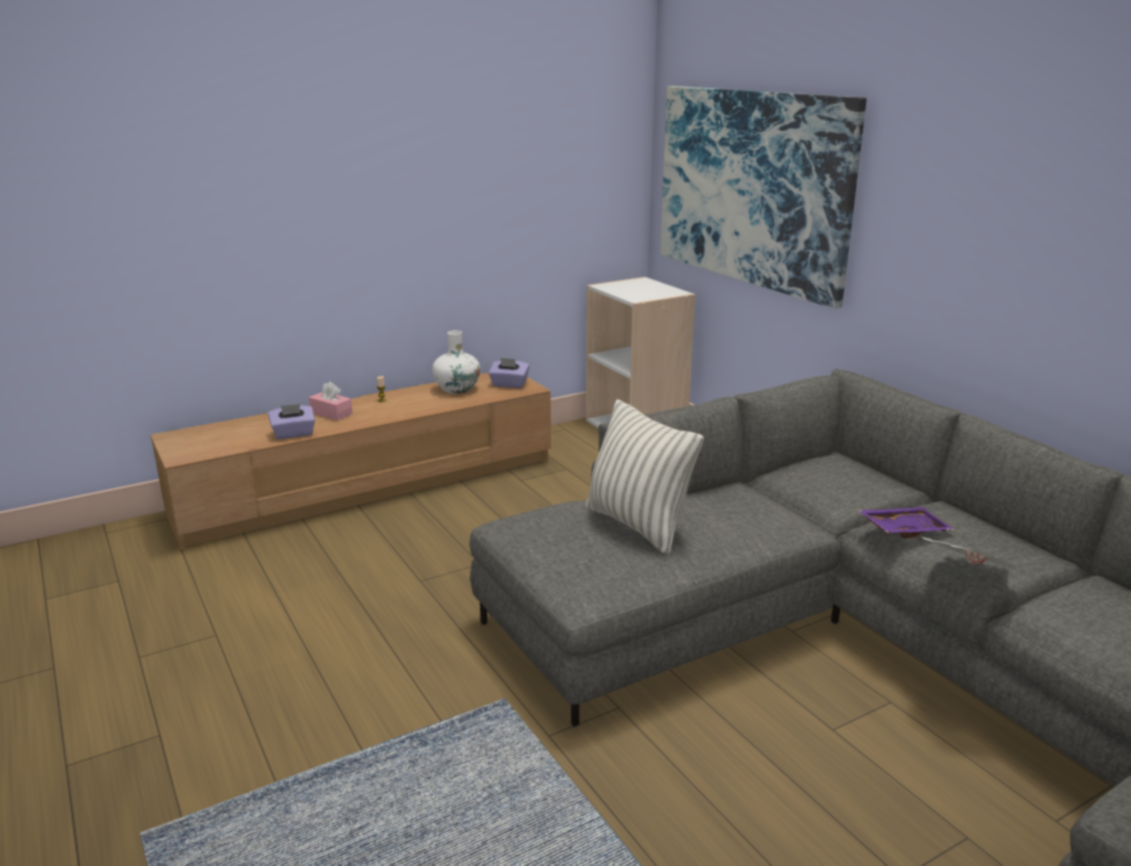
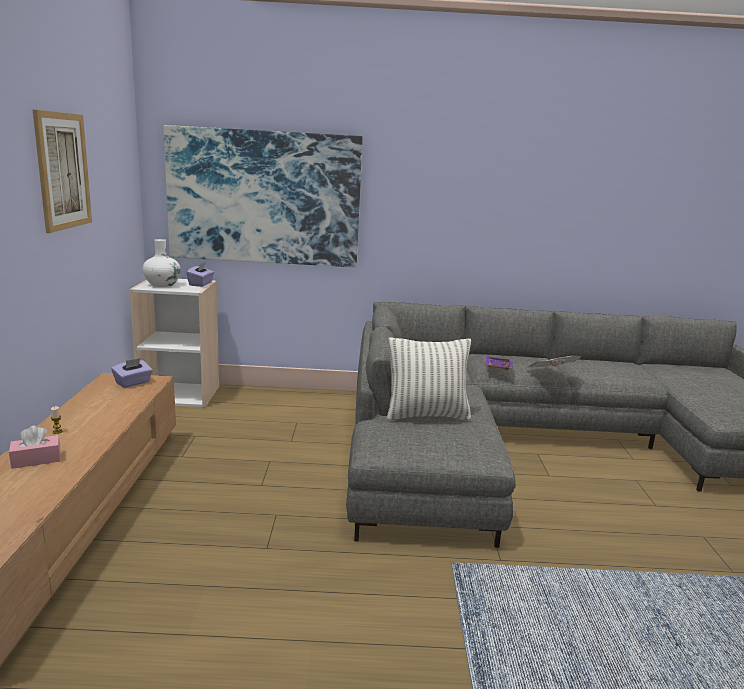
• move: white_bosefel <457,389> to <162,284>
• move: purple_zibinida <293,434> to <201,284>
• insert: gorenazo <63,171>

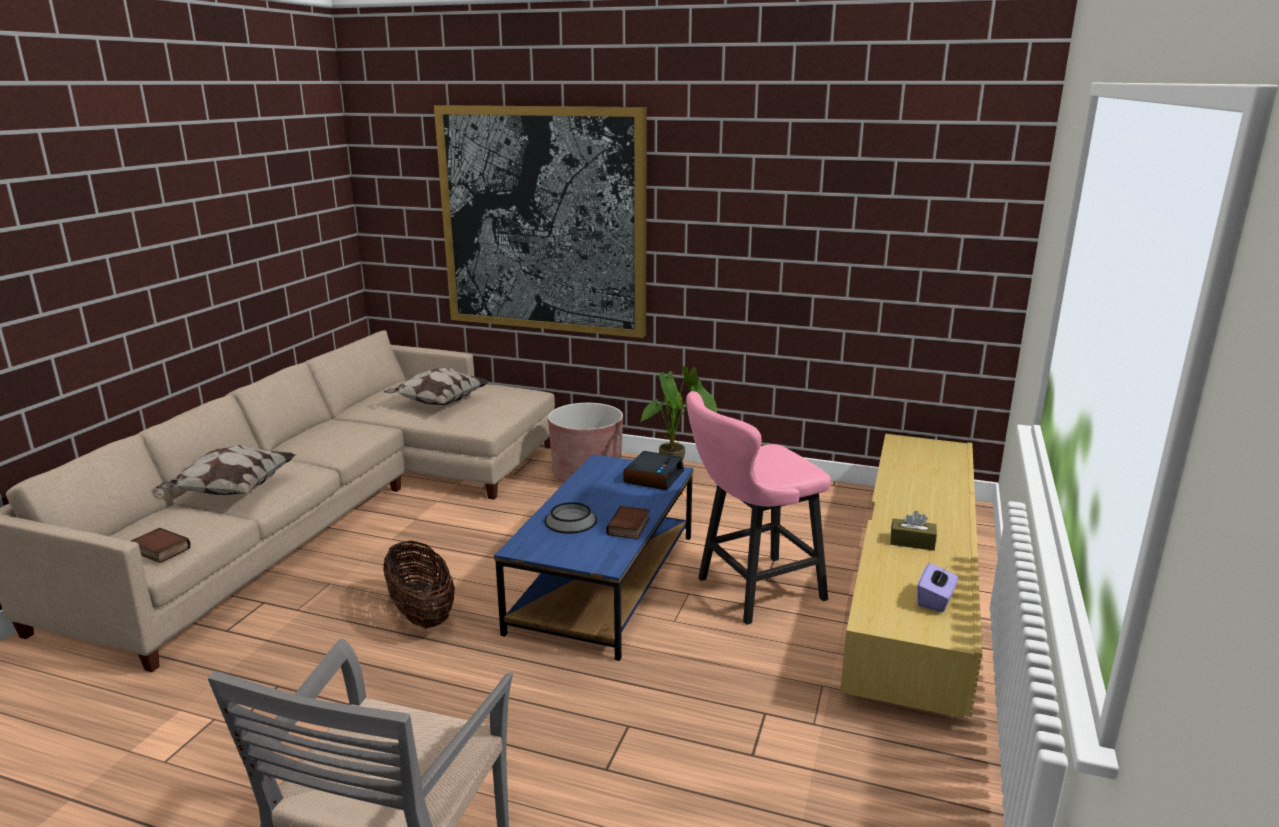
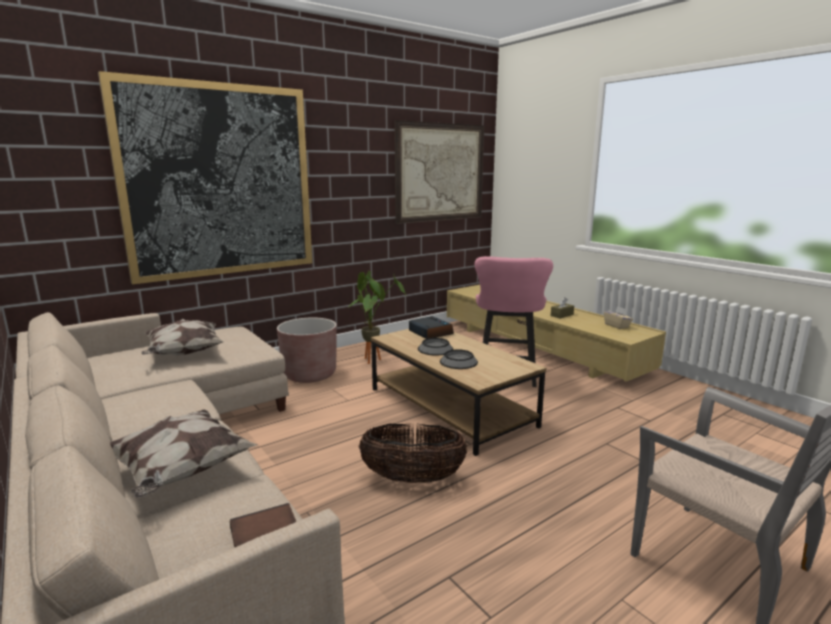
• recolor: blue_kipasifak <604,581> to brown_kipasifak <449,407>
• delete: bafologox <629,527>
• recolor: purple_zibinida <935,600> to beige_zibinida <617,326>
• insert: gorenazo <440,173>
• insert: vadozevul <435,349>

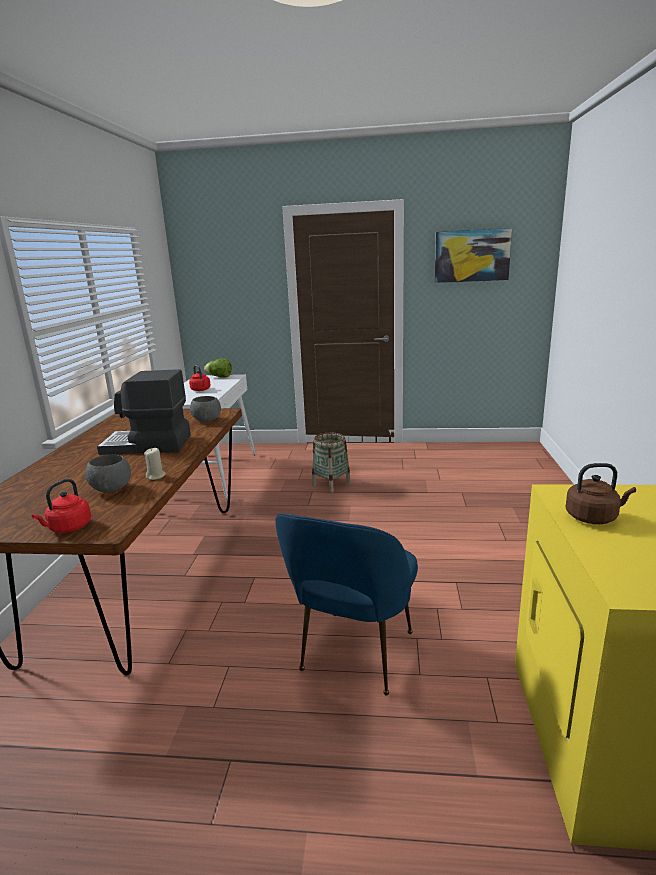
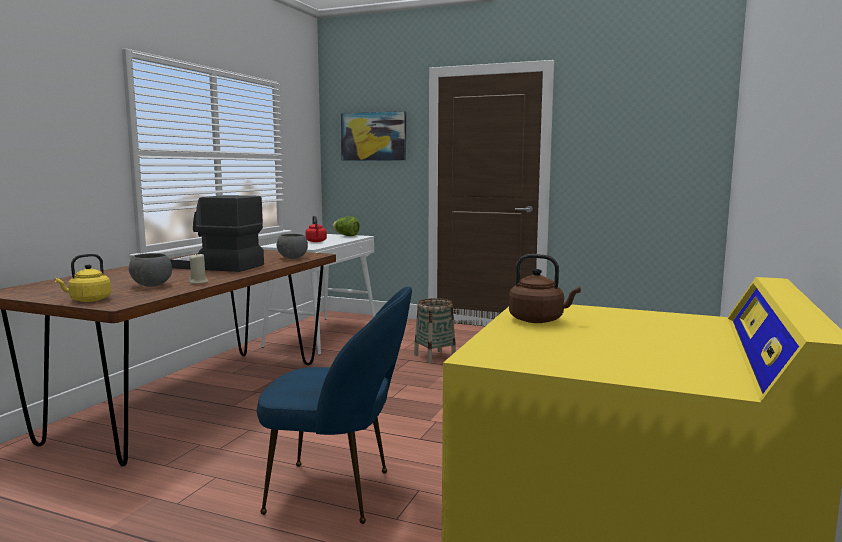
• move: gorenazo <471,256> to <373,136>
• recolor: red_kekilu <68,528> to yellow_kekilu <88,300>
• rotate: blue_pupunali <353,658> = <339,493> 120 degrees counterclockwise

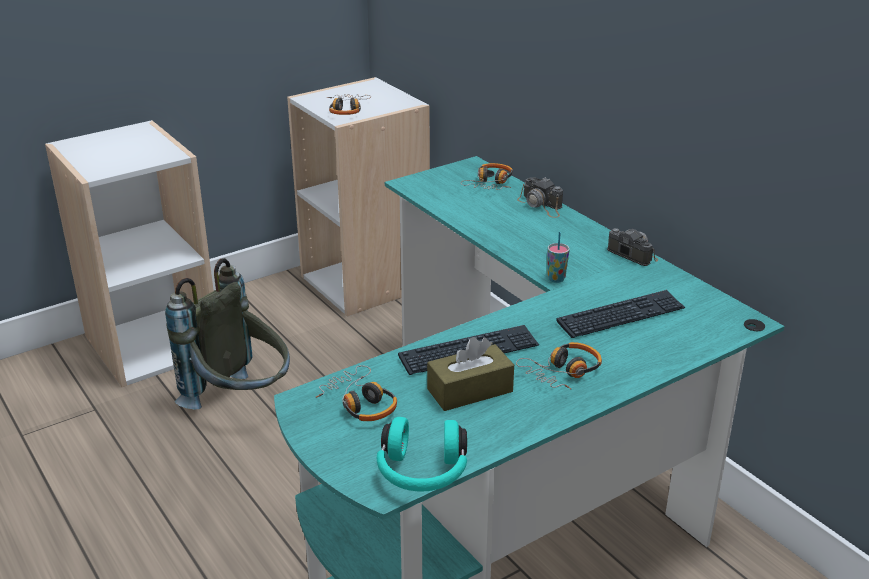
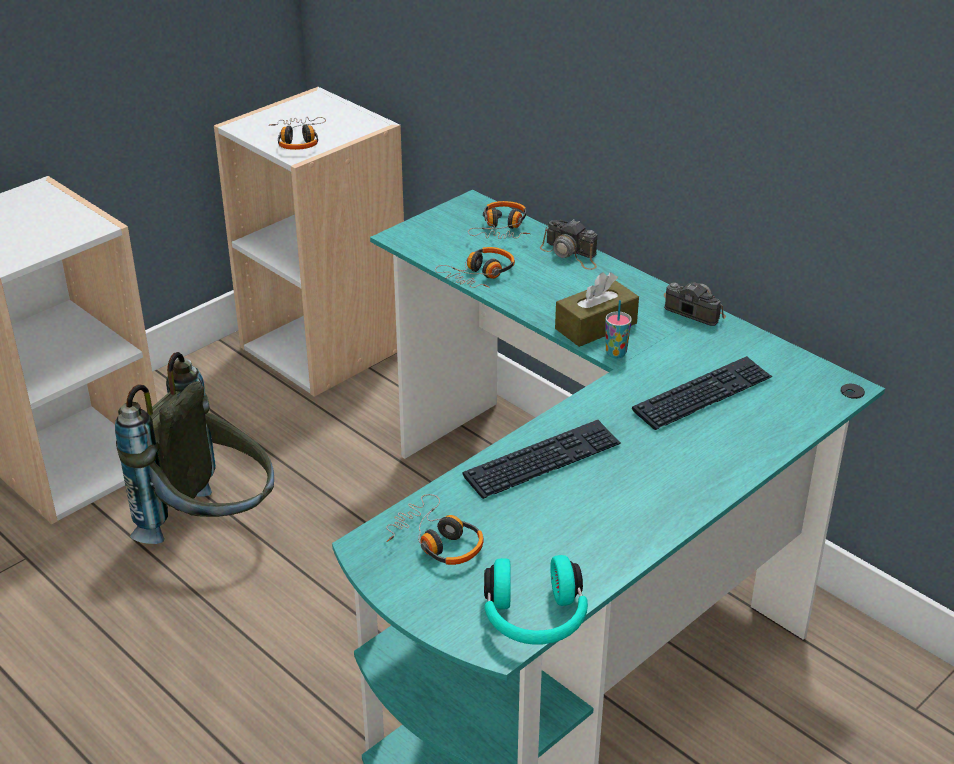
• move: brown_zibinida <470,390> to <596,326>
• move: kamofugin <563,372> to <480,275>

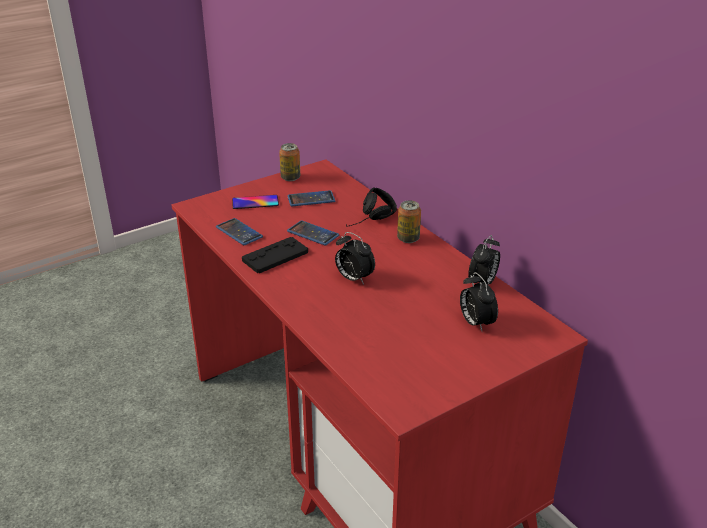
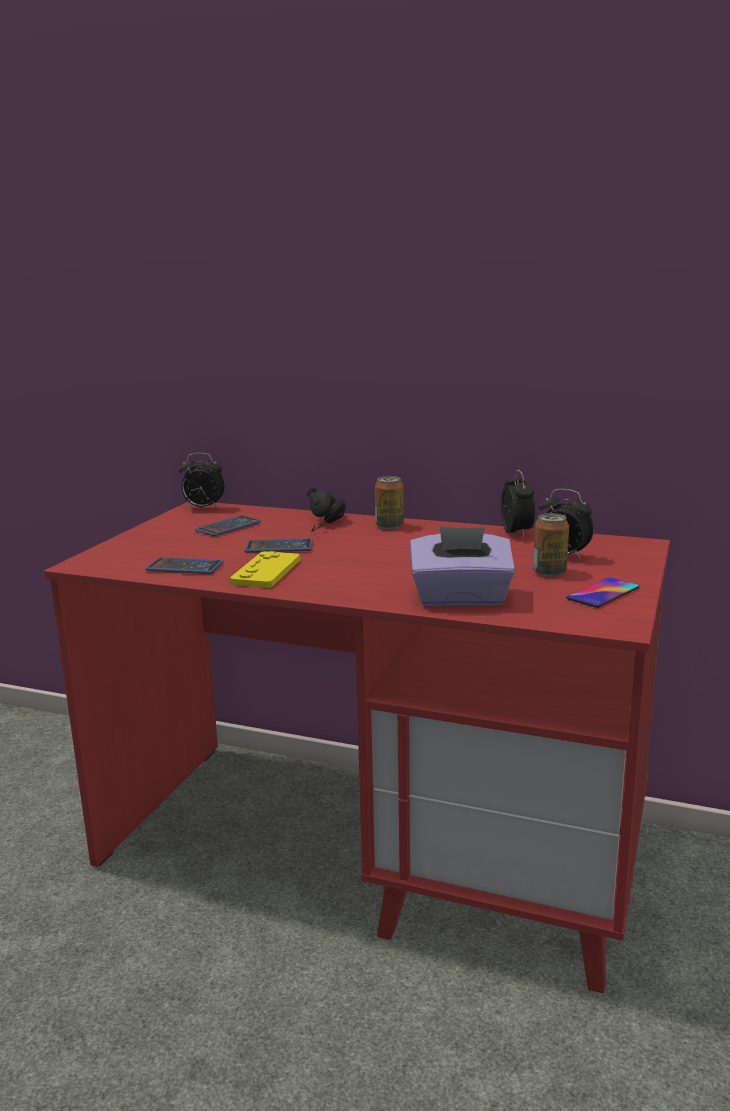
• move: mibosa <290,178> to <549,572>
• move: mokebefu <255,202> to <603,593>
• move: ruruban <353,278> to <203,508>
• recolor: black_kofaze <275,256> to yellow_kofaze <266,571>
• insert: purple_zibinida <461,598>

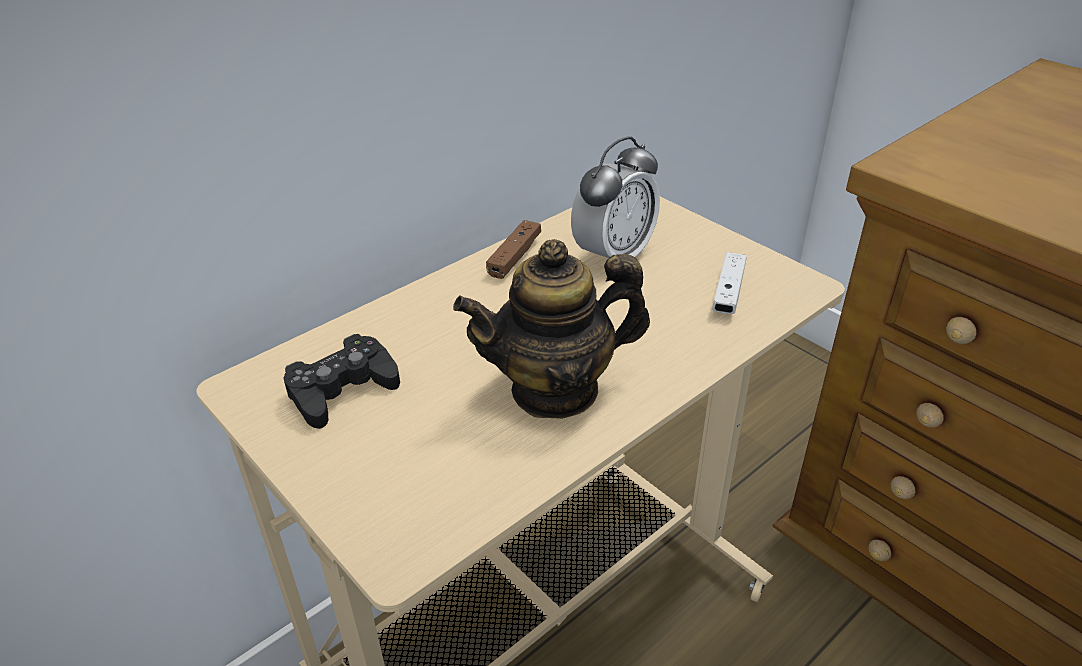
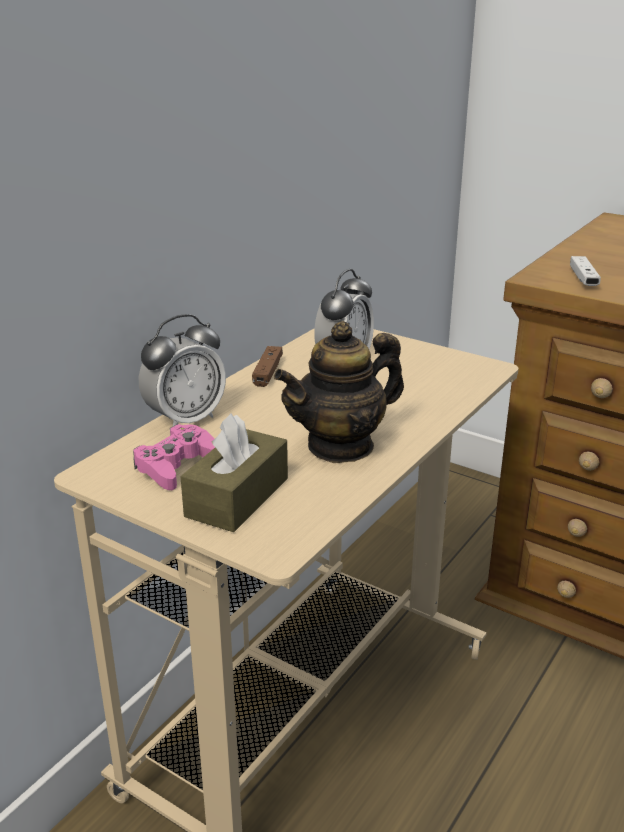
• move: white_kofaze <728,292> to <583,279>
• recolor: black_kofaze <342,390> to pink_kofaze <176,466>
• insert: ruruban <185,419>
• insert: brown_zibinida <237,497>

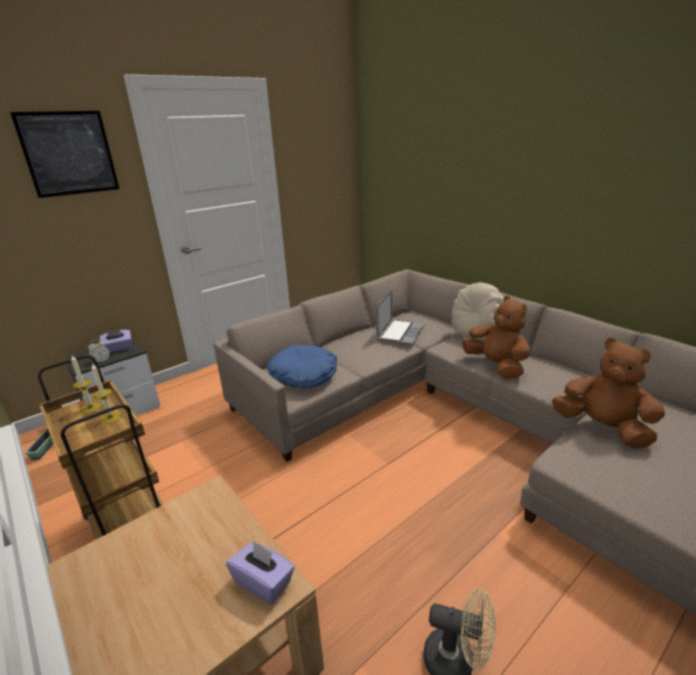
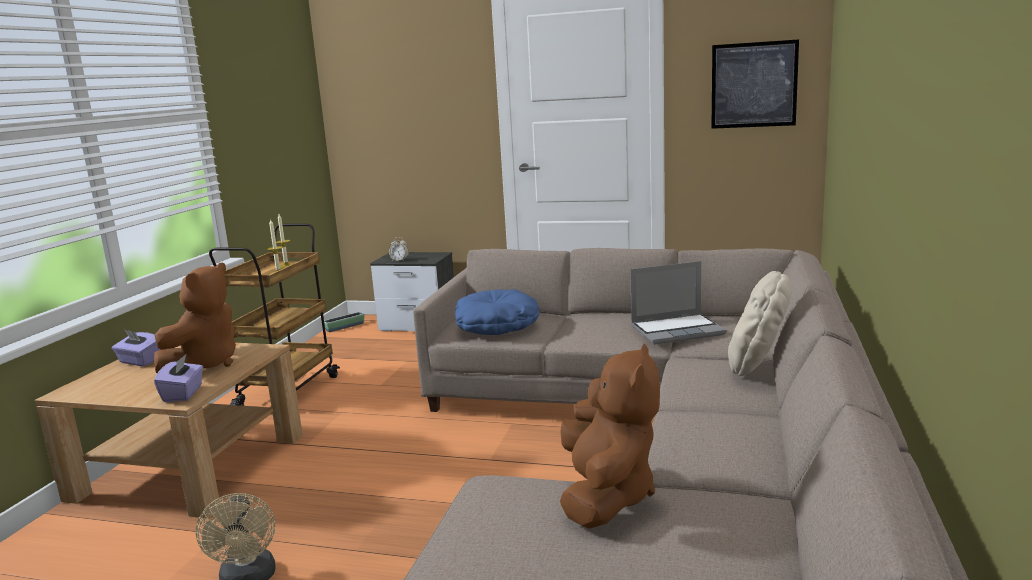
• move: gorenazo <69,153> to <754,85>
• move: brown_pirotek <496,366> to <205,364>
• move: purple_zibinida <118,349> to <140,361>

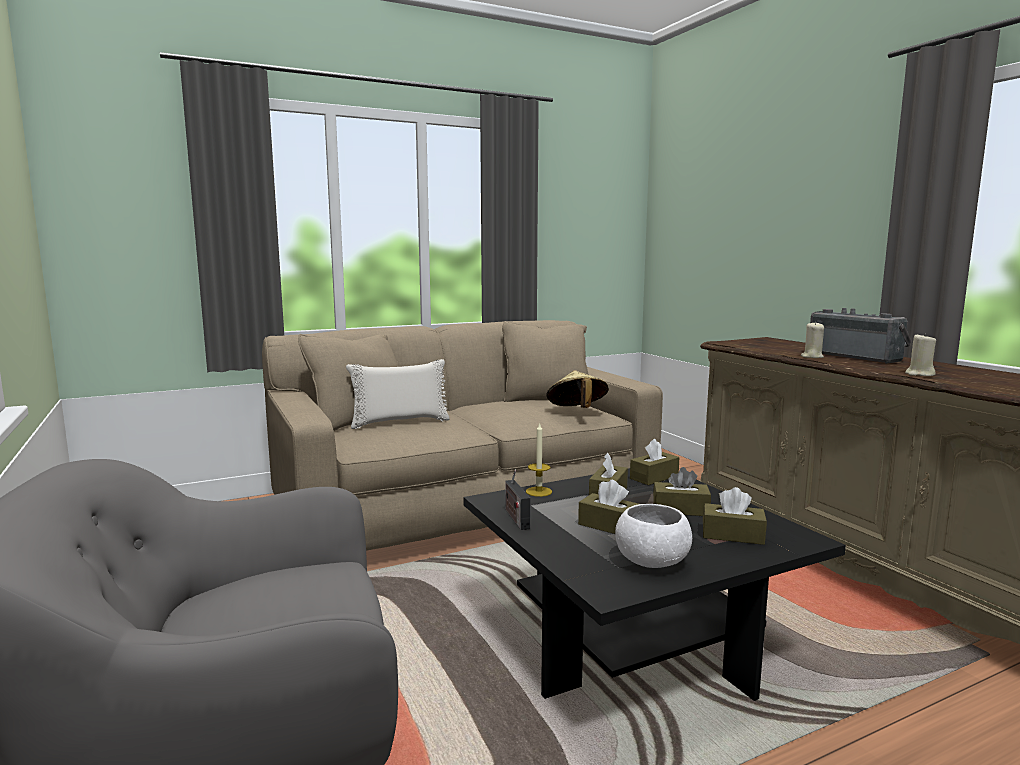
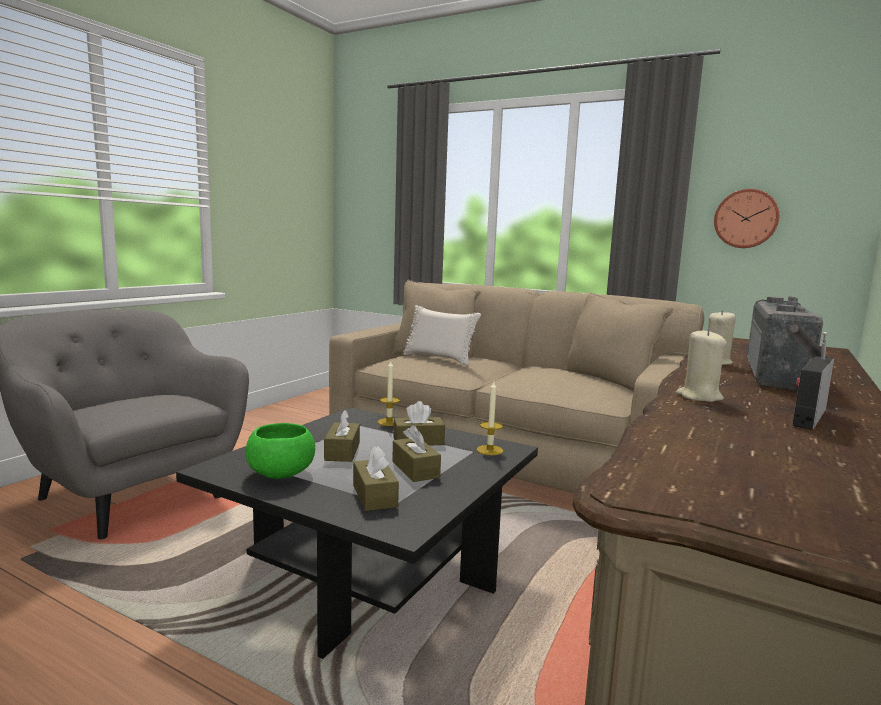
• delete: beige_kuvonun <577,411>
• replace: brown_zibinida <654,477> to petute <489,450>
• move: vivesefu <515,518> to <808,416>
• recolor: white_vadozevul <652,561> to green_vadozevul <281,474>
• insert: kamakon <746,219>

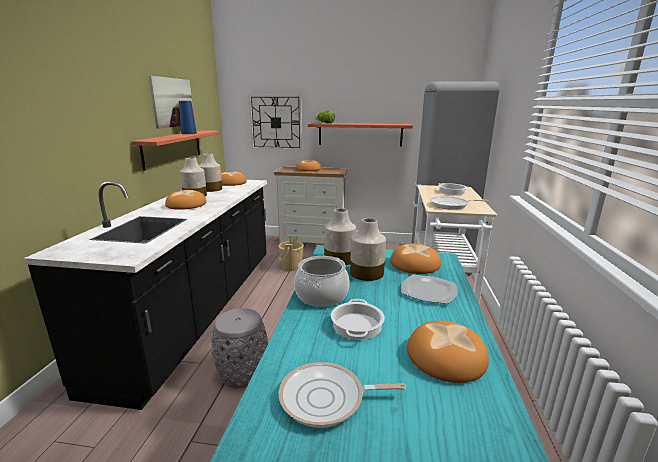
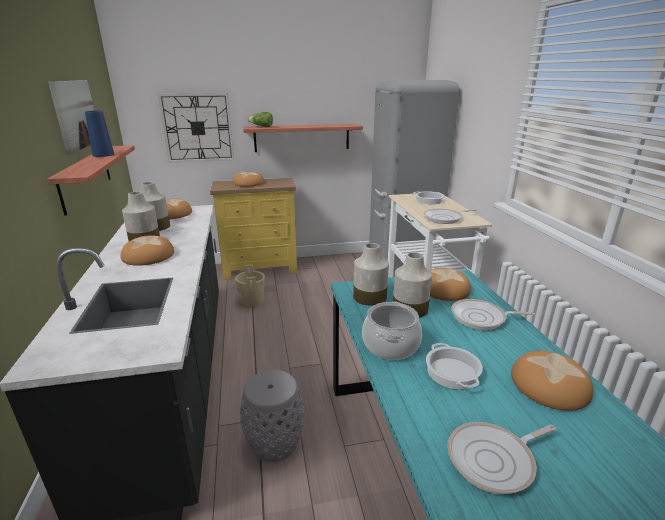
• recolor: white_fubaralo <313,245> to yellow_fubaralo <260,269>
• replace: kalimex <429,291> to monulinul <481,318>

